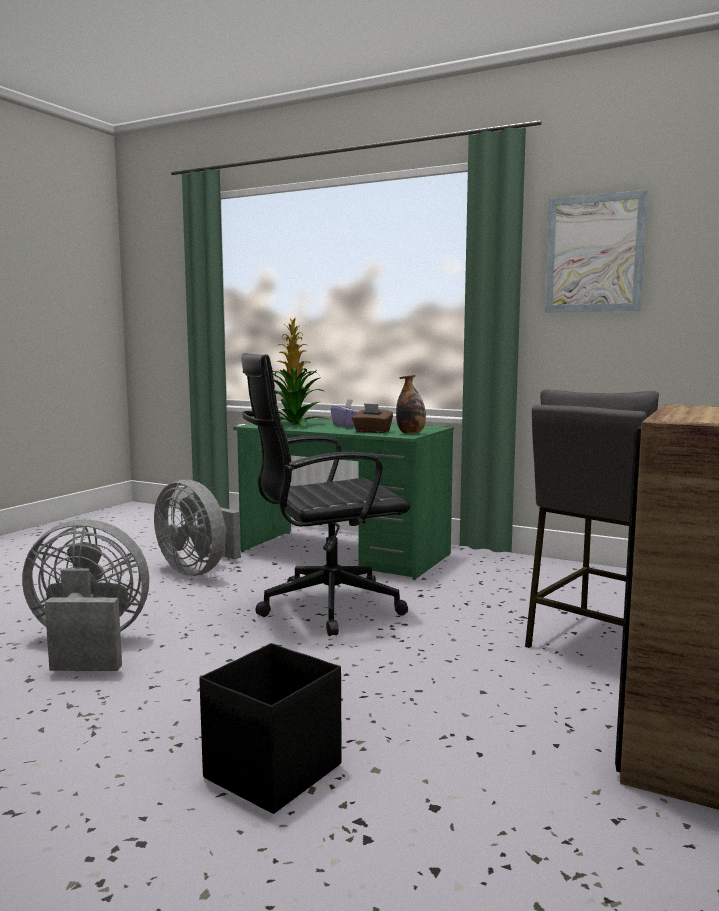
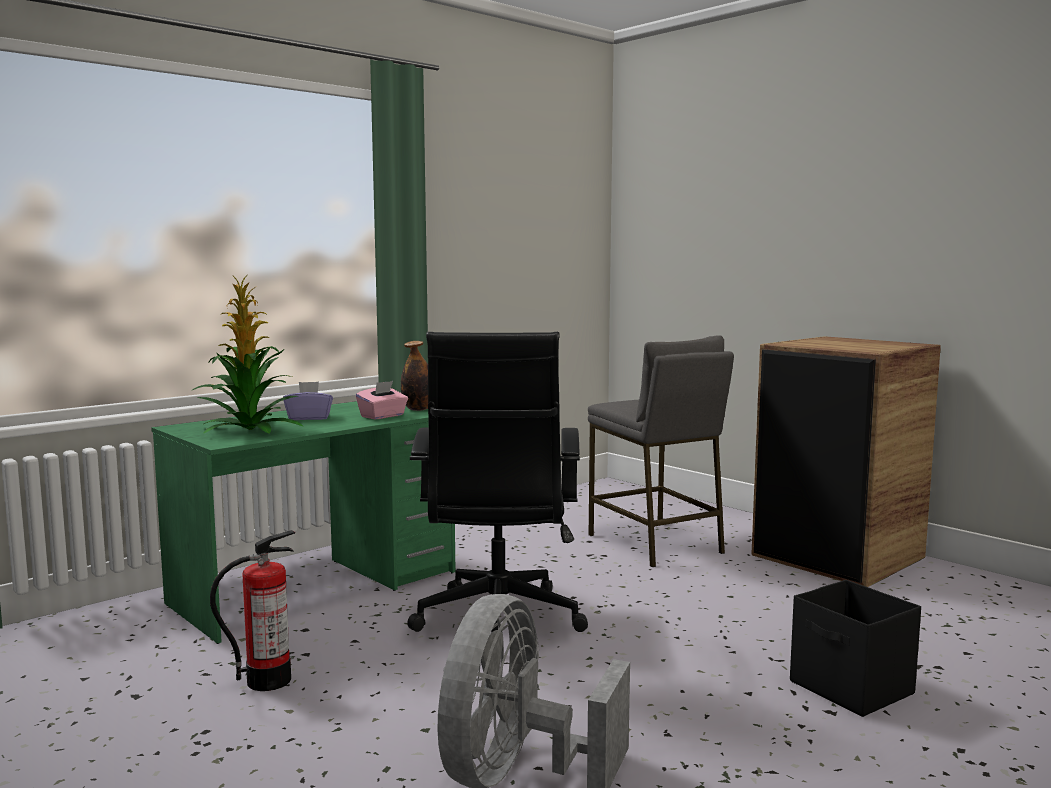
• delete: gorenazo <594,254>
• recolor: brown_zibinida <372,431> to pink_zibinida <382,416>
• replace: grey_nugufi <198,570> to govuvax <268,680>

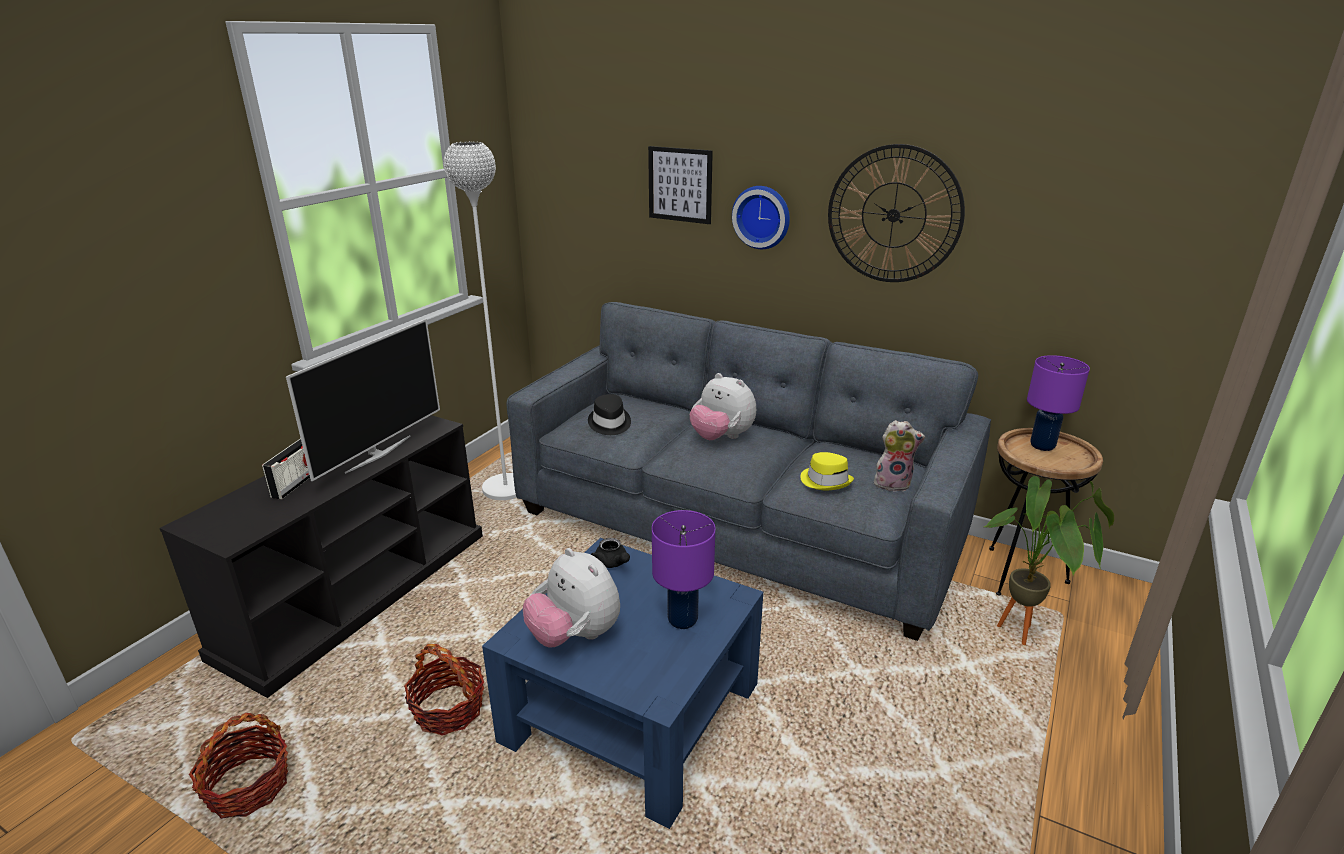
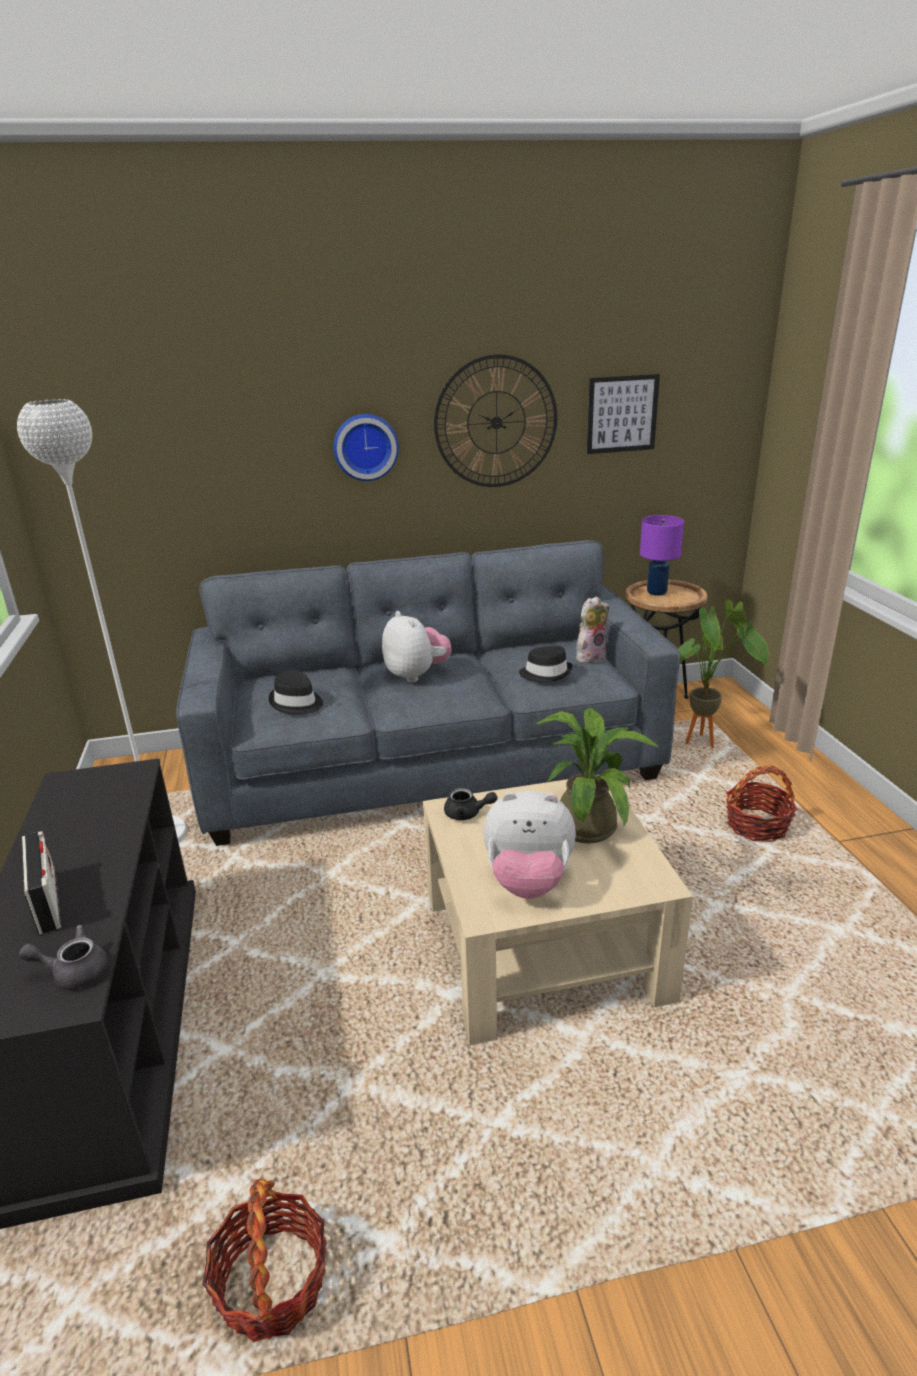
• move: gorenazo <680,185> to <622,414>
• delete: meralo <378,454>
• rotate: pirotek <721,437> = <417,675> 120 degrees counterclockwise
• recolor: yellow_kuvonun <826,480> to black_kuvonun <546,673>
• replace: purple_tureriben <684,621> to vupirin <588,823>
• recolor: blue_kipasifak <632,713> to beige_kipasifak <543,946>
• move: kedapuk <449,710> to <757,826>
• insert: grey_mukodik <74,971>

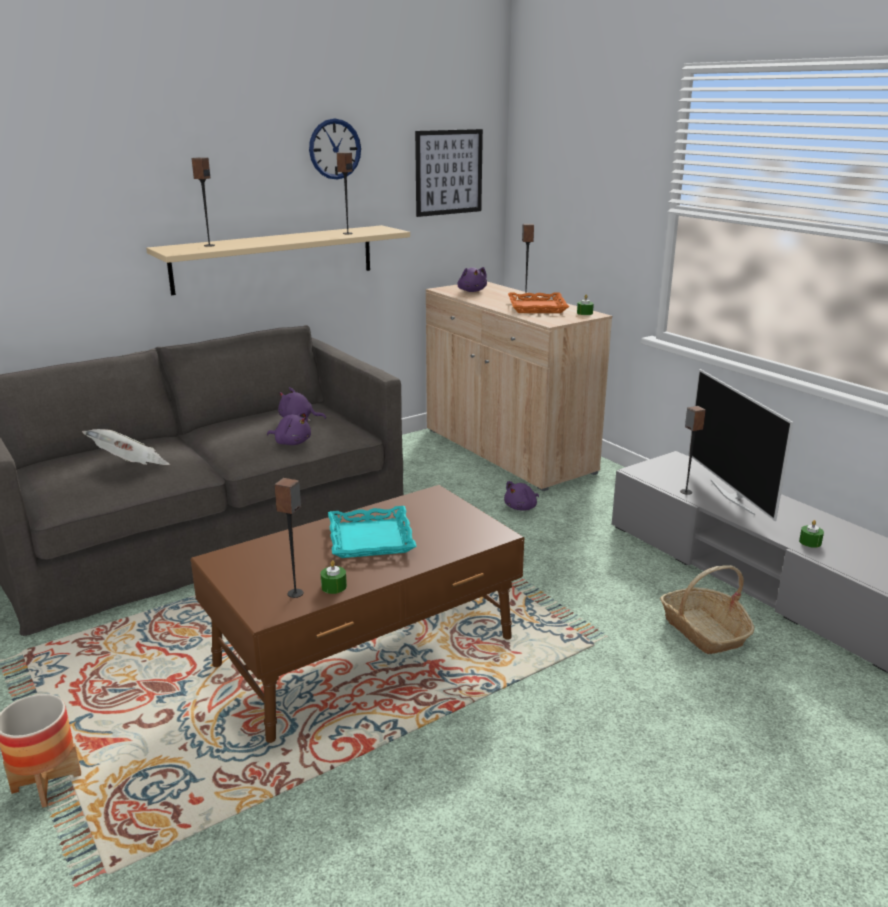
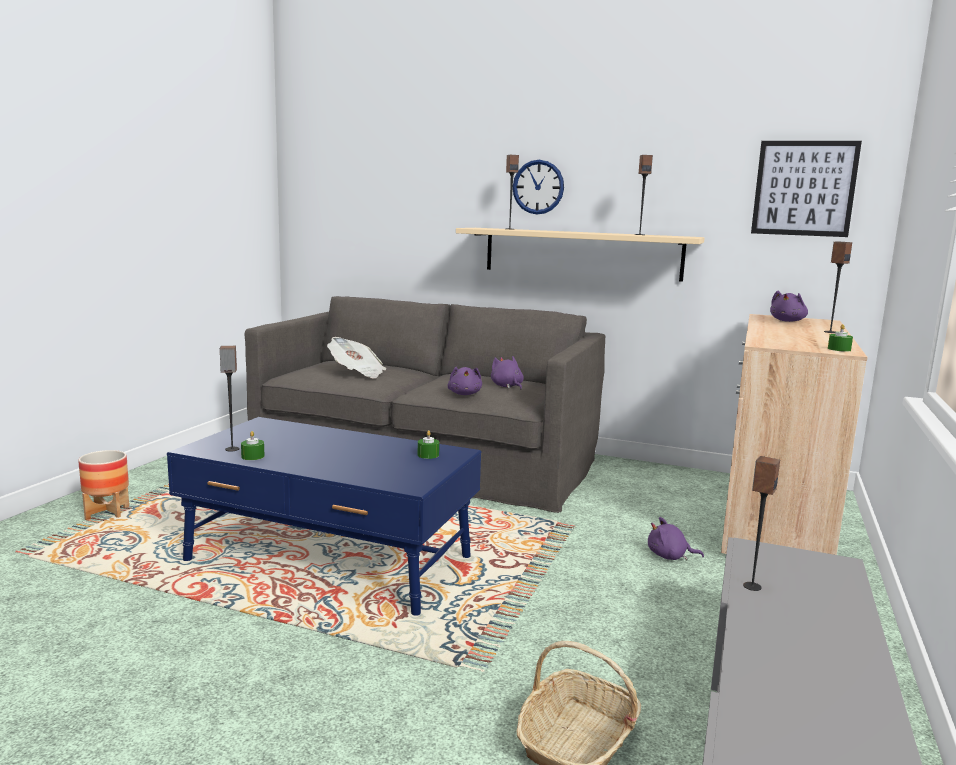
• move: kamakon <335,149> to <538,187>
• delete: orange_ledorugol <537,307>
• delete: meralo <733,497>
• recolor: brown_kipasifak <367,651> to blue_kipasifak <331,559>
• delete: turquoise_ledorugol <370,539>
• move: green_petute <810,542> to <428,455>

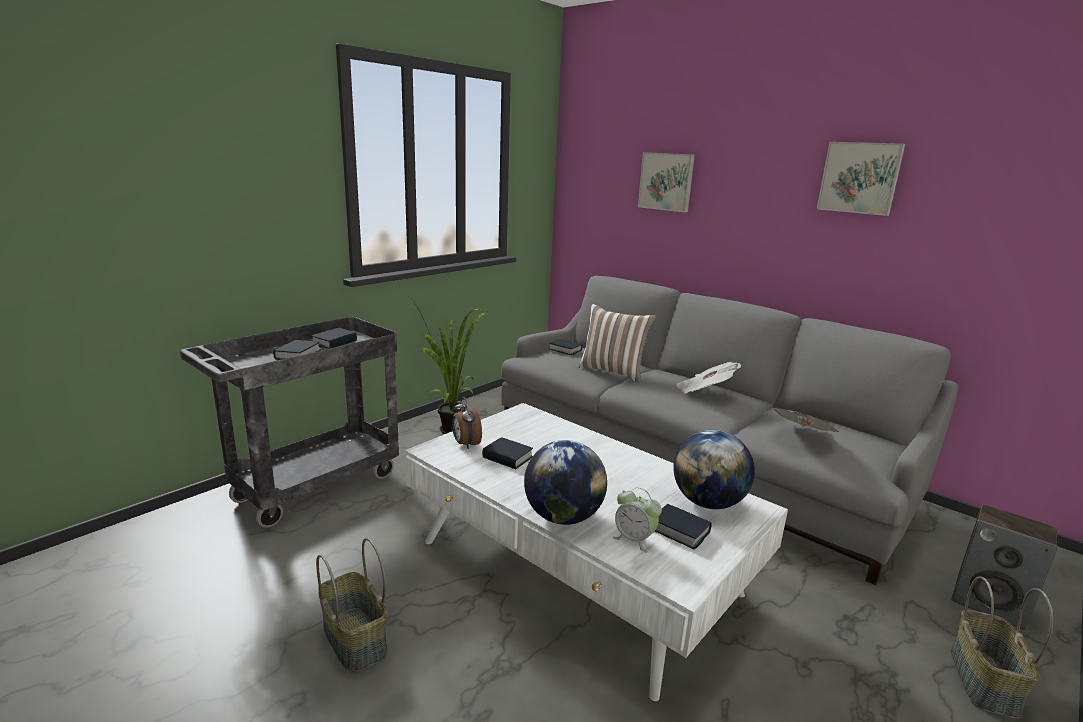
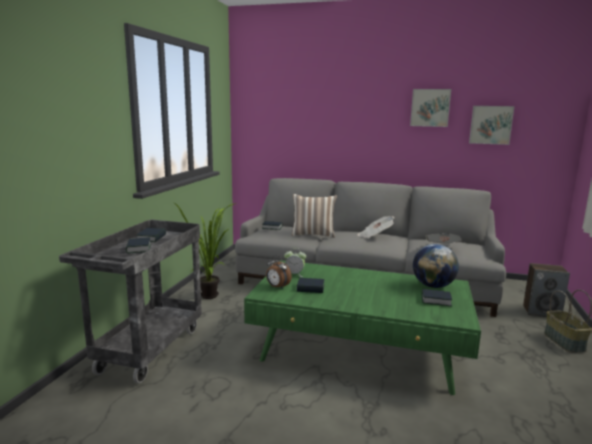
• move: gorenazo <666,181> to <490,125>
• recolor: white_kipasifak <576,568> to green_kipasifak <359,348>
• delete: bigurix <563,517>
• move: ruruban <634,539> to <294,274>
• delete: kedapuk <353,639>

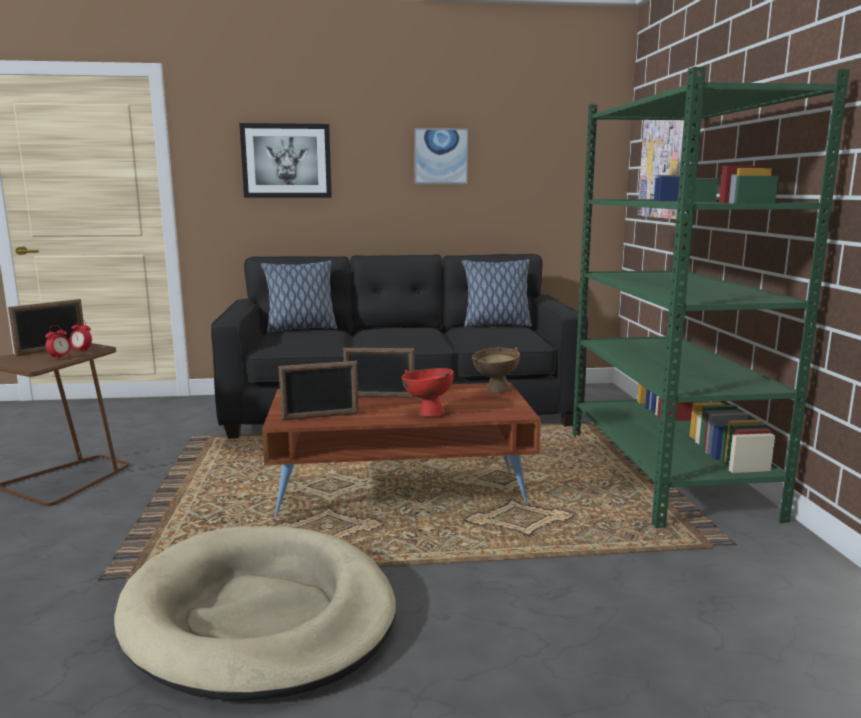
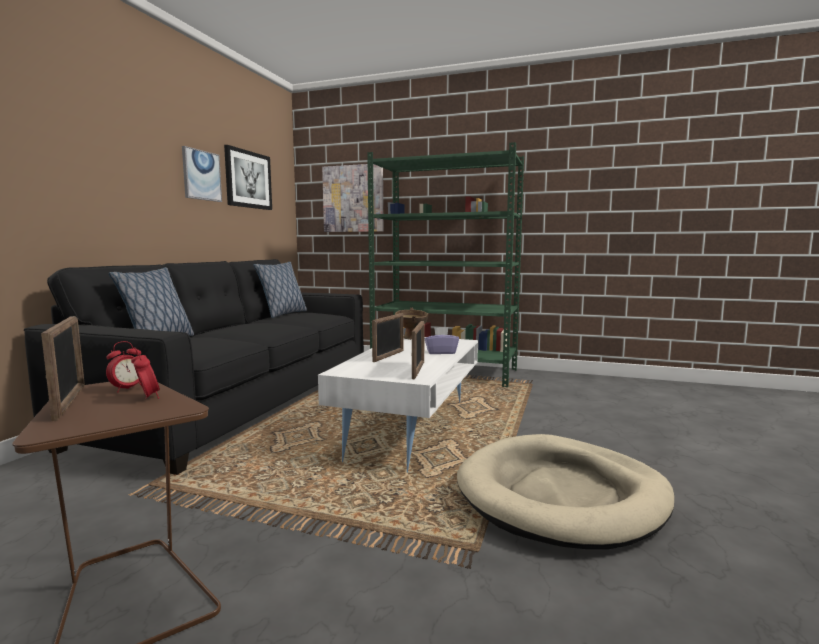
• move: gorenazo <286,161> to <248,179>
• replace: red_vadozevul <426,413> to purple_zibinida <441,352>
• recolor: brown_kipasifak <401,495> to white_kipasifak <409,428>

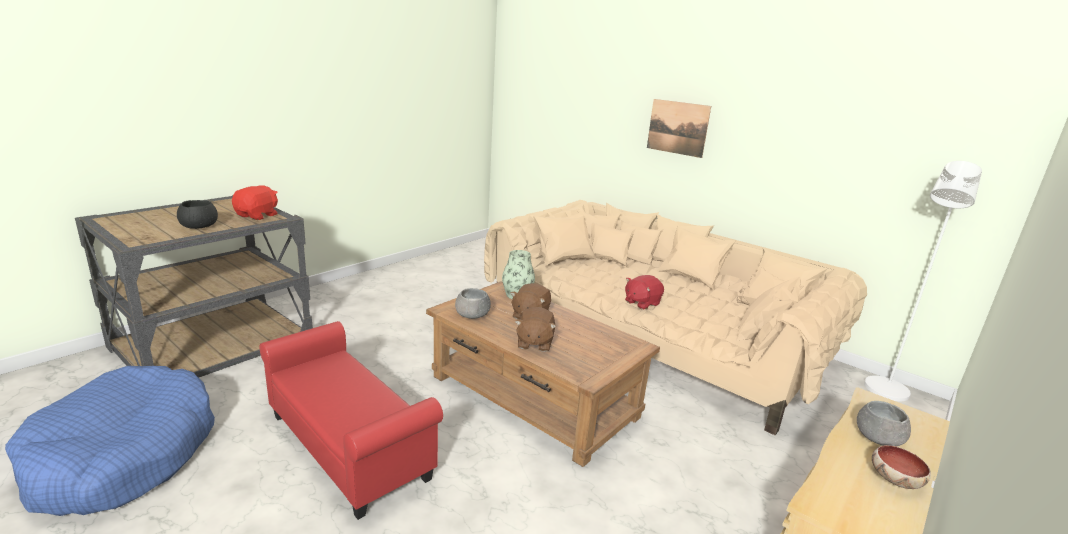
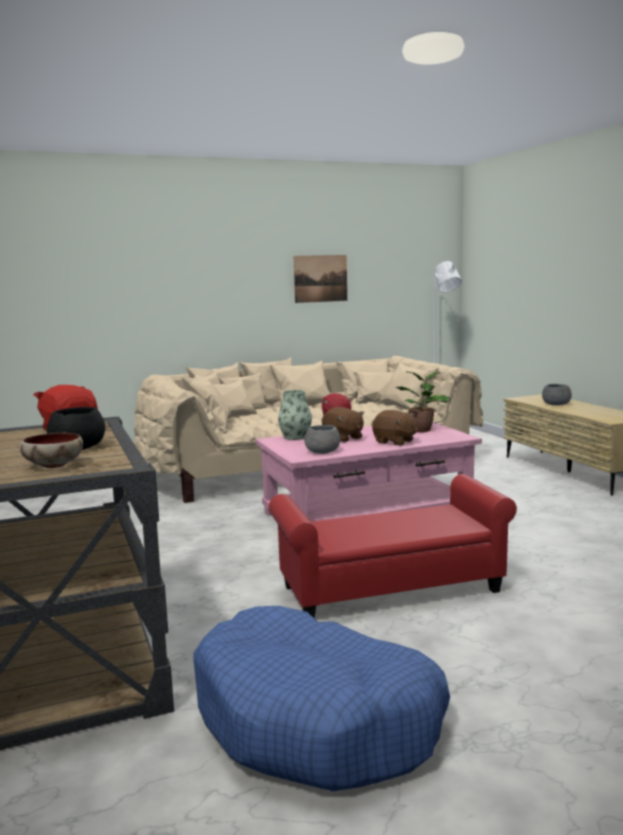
• move: gorenazo <677,127> to <320,278>
• recolor: brown_kipasifak <534,396> to pink_kipasifak <368,512>
• move: vadozevul <894,479> to <53,465>
• insert: vupirin <422,430>

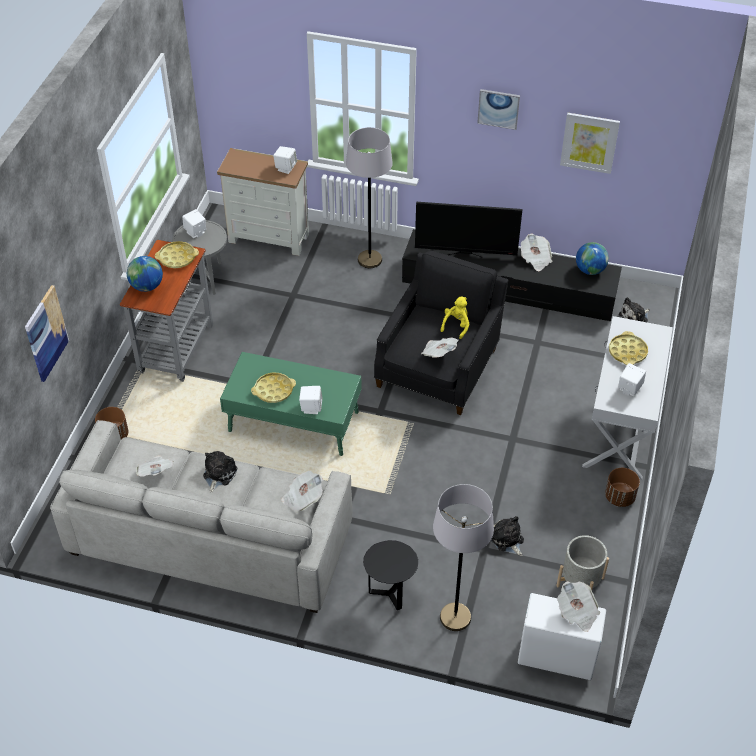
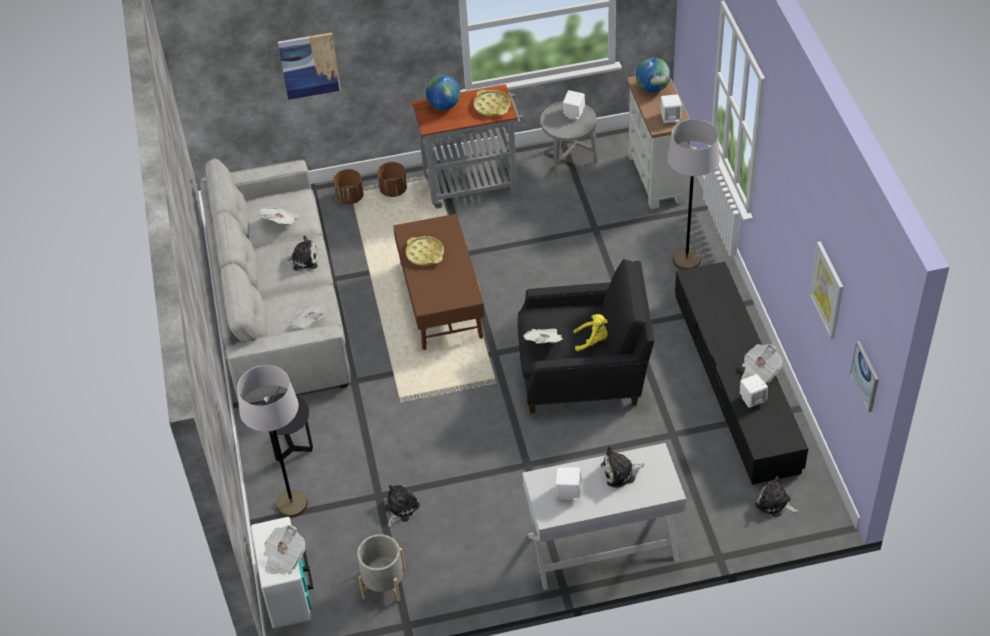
• move: gorenazo <498,108> to <865,376>
• delete: meralo <465,253>
• move: bigurix <590,270> to <652,88>
• replace: yellow_ledorugol <627,352> to pirotek <620,472>
• recolor: green_kipasifak <293,421> to brown_kipasifak <440,299>
• move: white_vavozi <311,407> to <752,399>
• move: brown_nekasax <620,497> to <393,190>

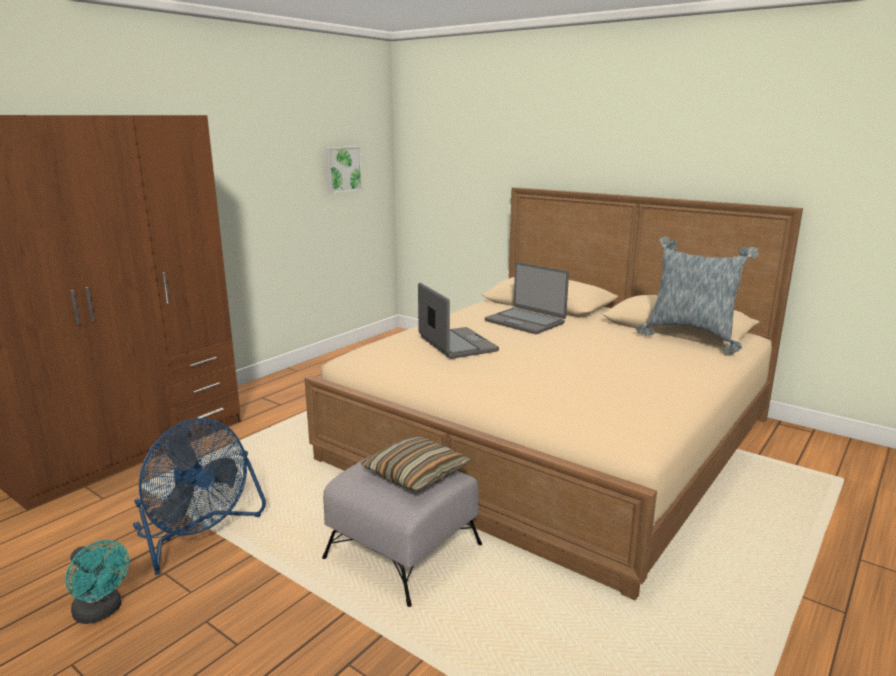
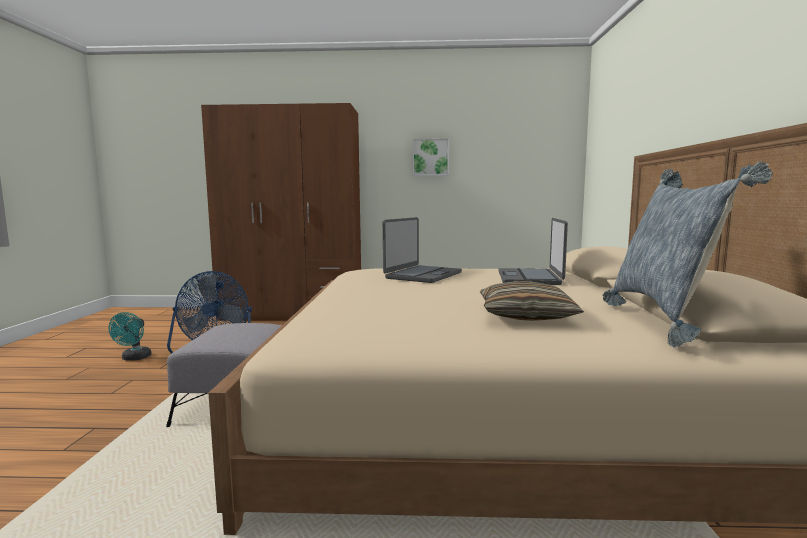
• move: gorenazo <342,169> to <430,157>
• move: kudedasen <416,474> to <526,315>

